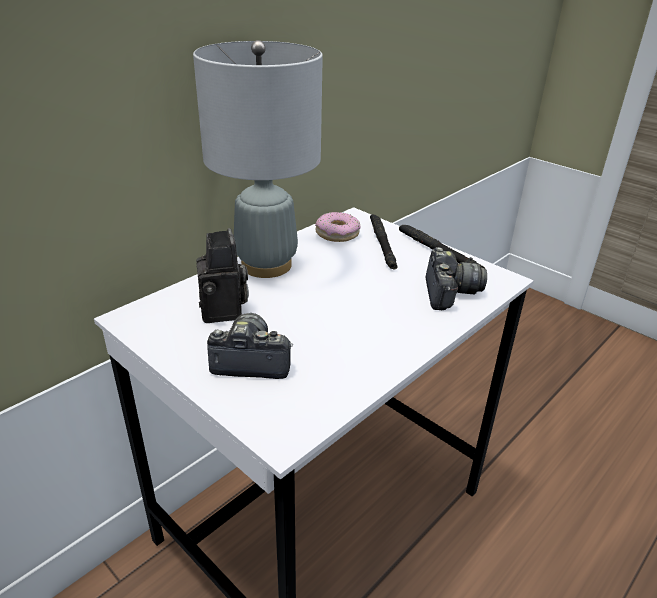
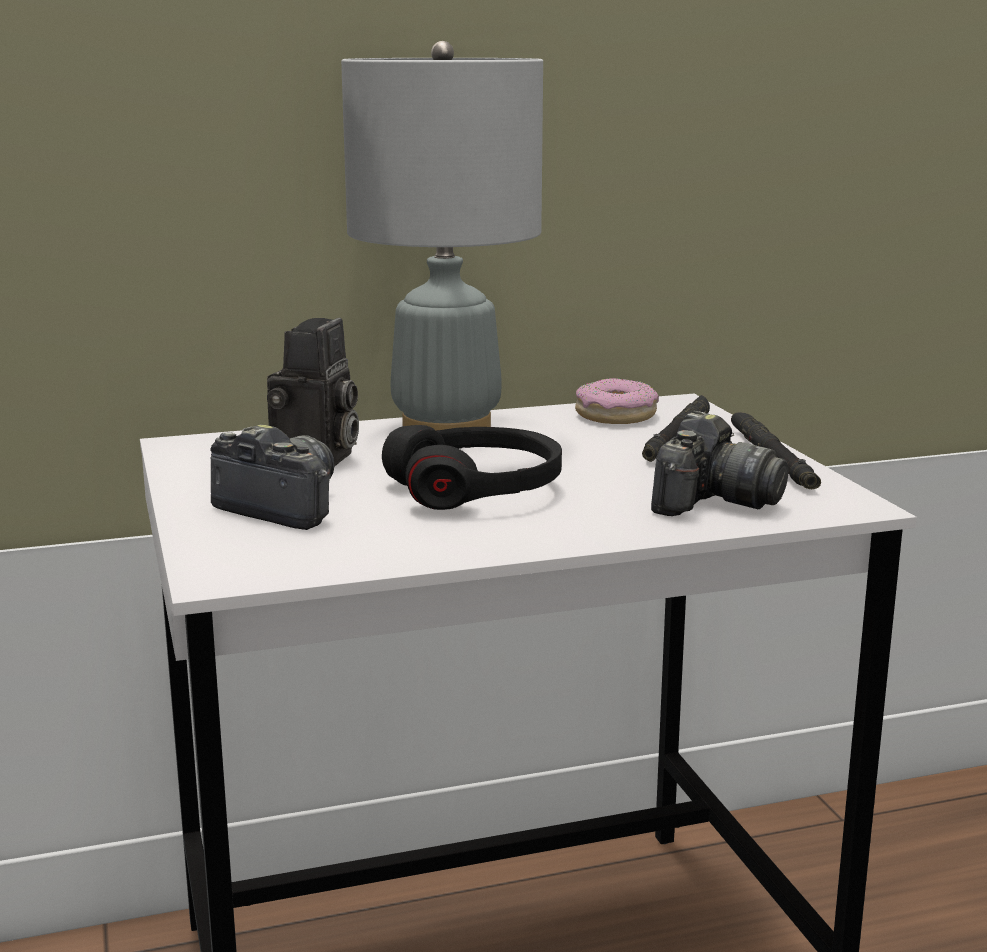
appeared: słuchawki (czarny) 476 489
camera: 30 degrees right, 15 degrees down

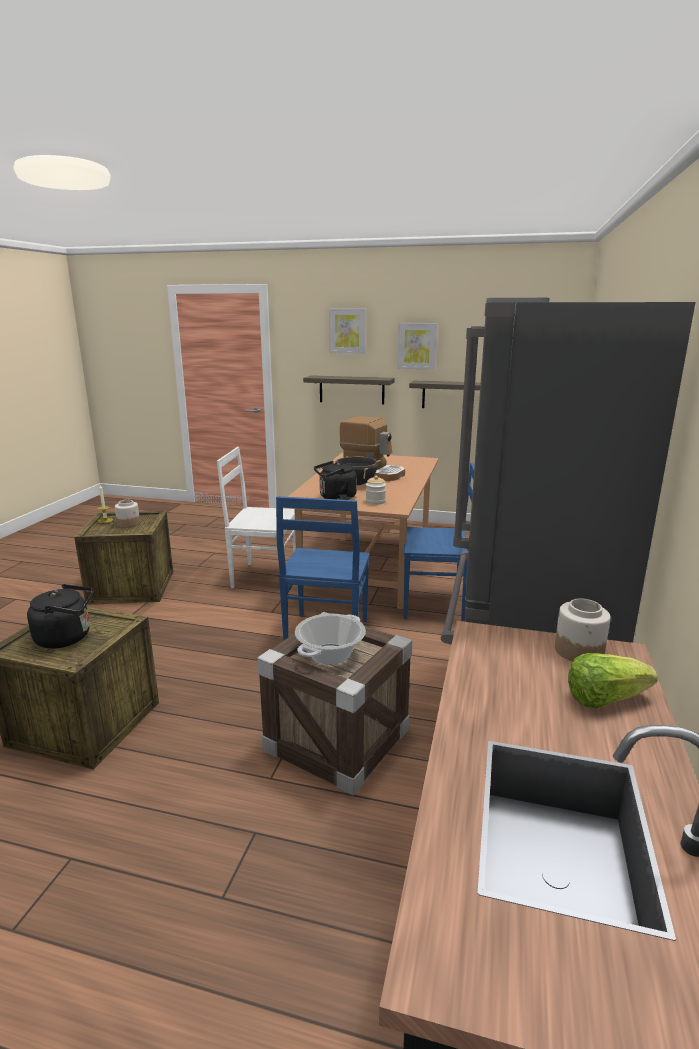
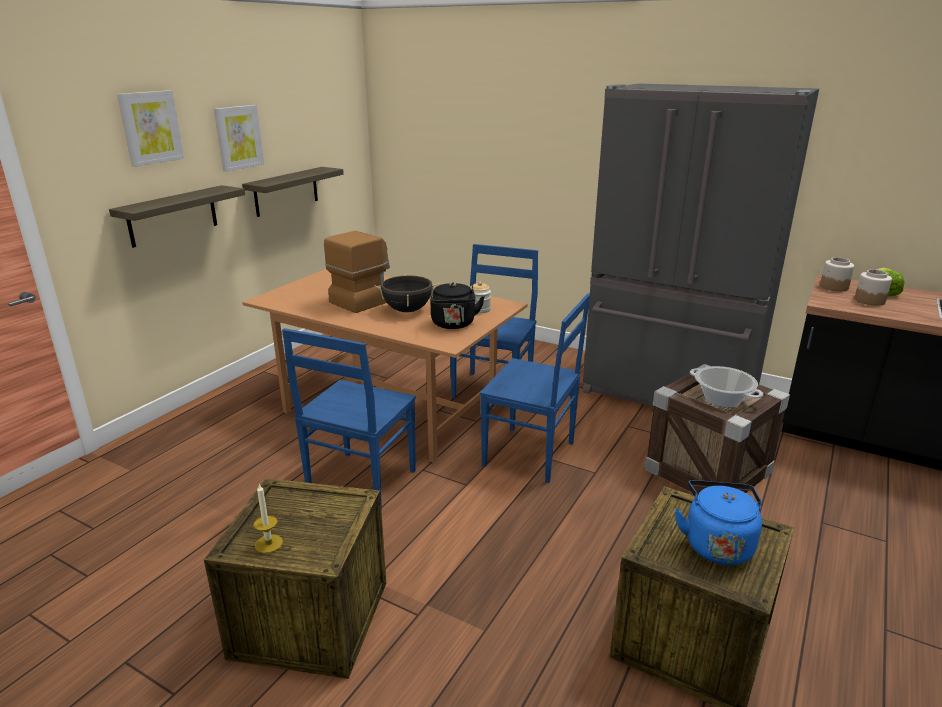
relocated: słoik 129 524 to 869 300
colour: krzesło (biały) 263 576 to krzesło (niebieski) 360 482; czajnik (czarny) 67 638 to czajnik (niebieski) 716 544
camera: 75 degrees left, 5 degrees up

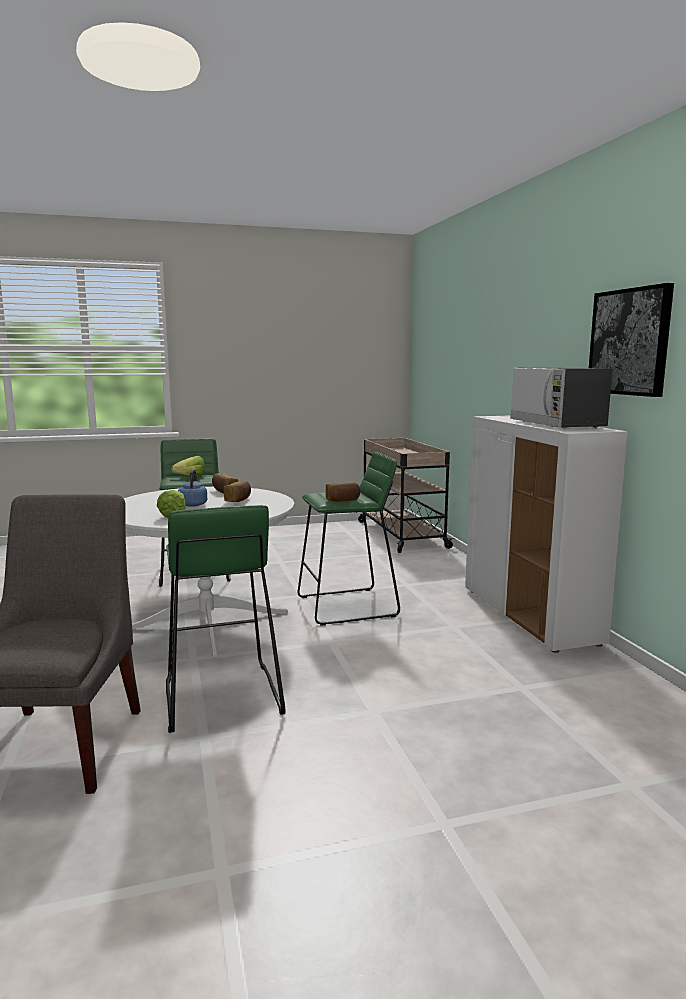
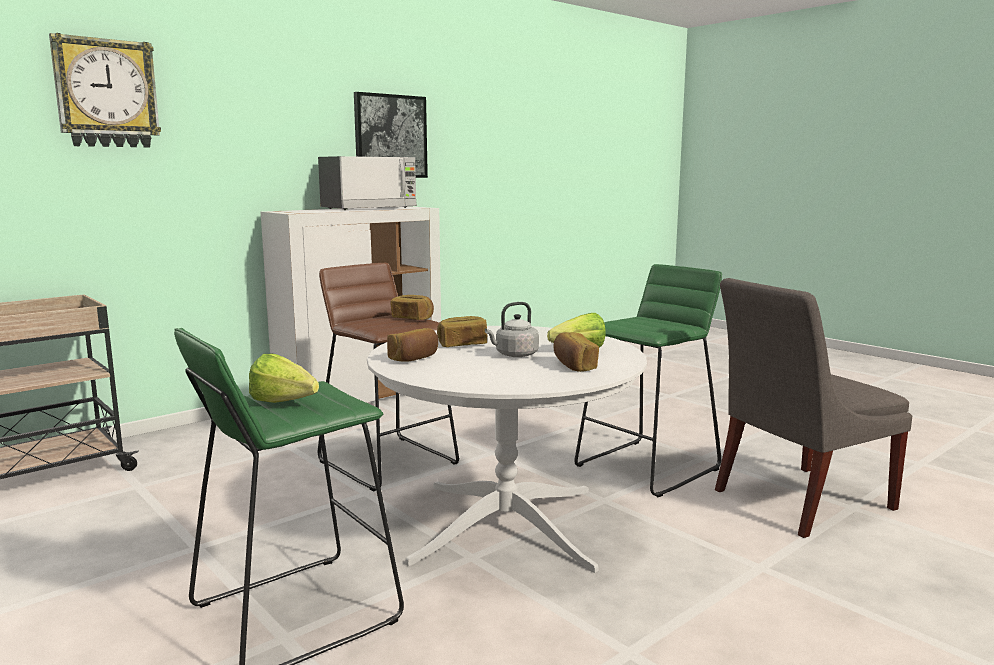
appeared: zegar ścienny 106 93; chleb 573 366
colour: stołek (zielony) 348 606 to stołek (brązowy) 389 462; czajnik (niebieski) 193 504 to czajnik (szary) 514 355
camera: 115 degrees left, 0 degrees up

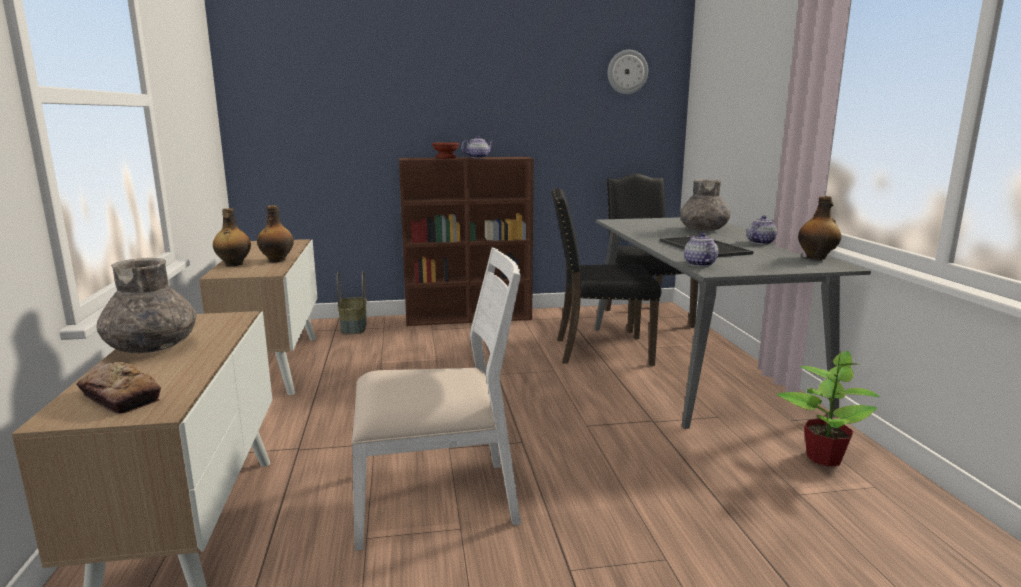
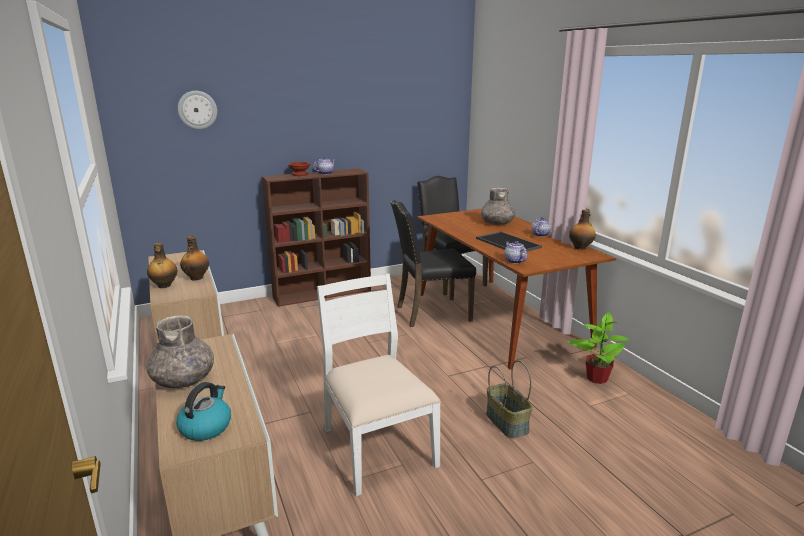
relocated: zegar ścienny 627 72 to 197 110; koszyk 354 327 to 507 422
exchanged: chleb 120 397 to czajnik 206 427
colour: stół jadalny (szary) 695 365 to stół jadalny (brązowy) 498 318
spun: krzesło (biały) 436 500 = 376 447 90 degrees counterclockwise
camera: 15 degrees left, 5 degrees up

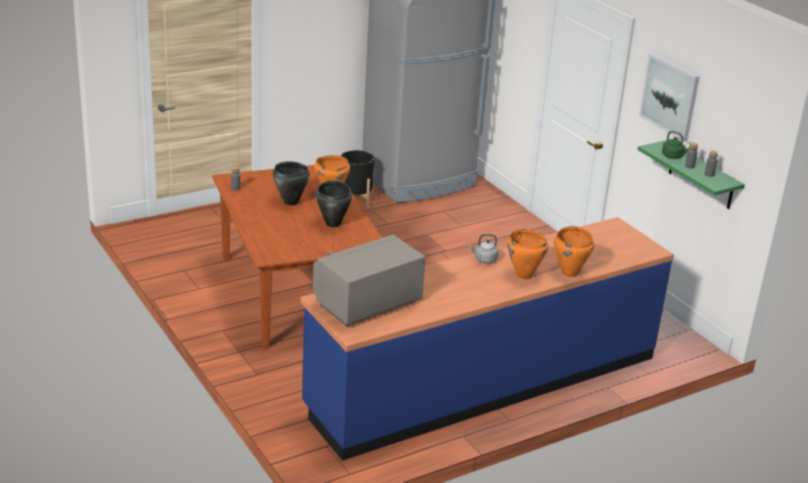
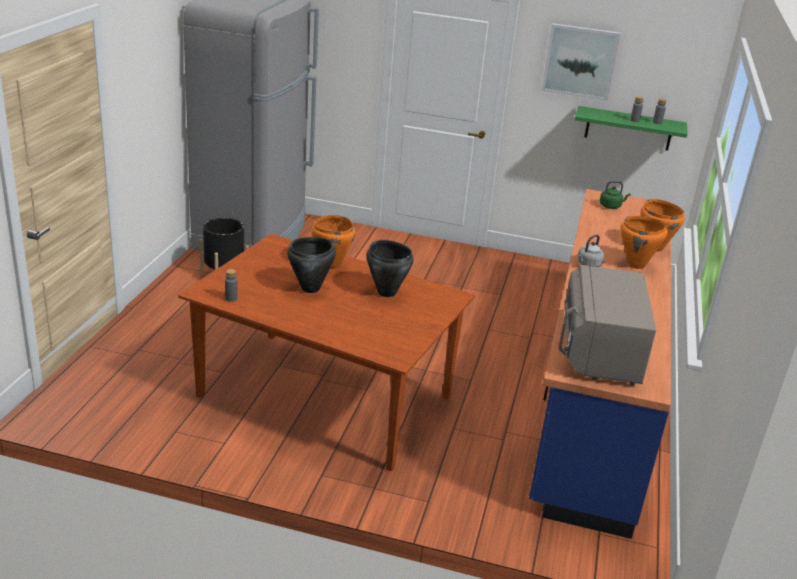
relocated: czajnik (zielony) 673 156 to 611 206
camera: 45 degrees left, 0 degrees up

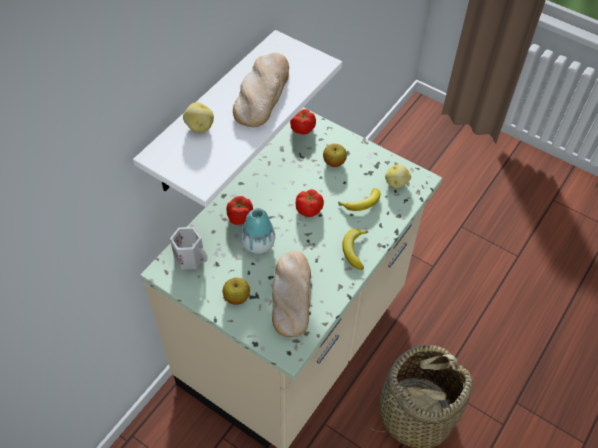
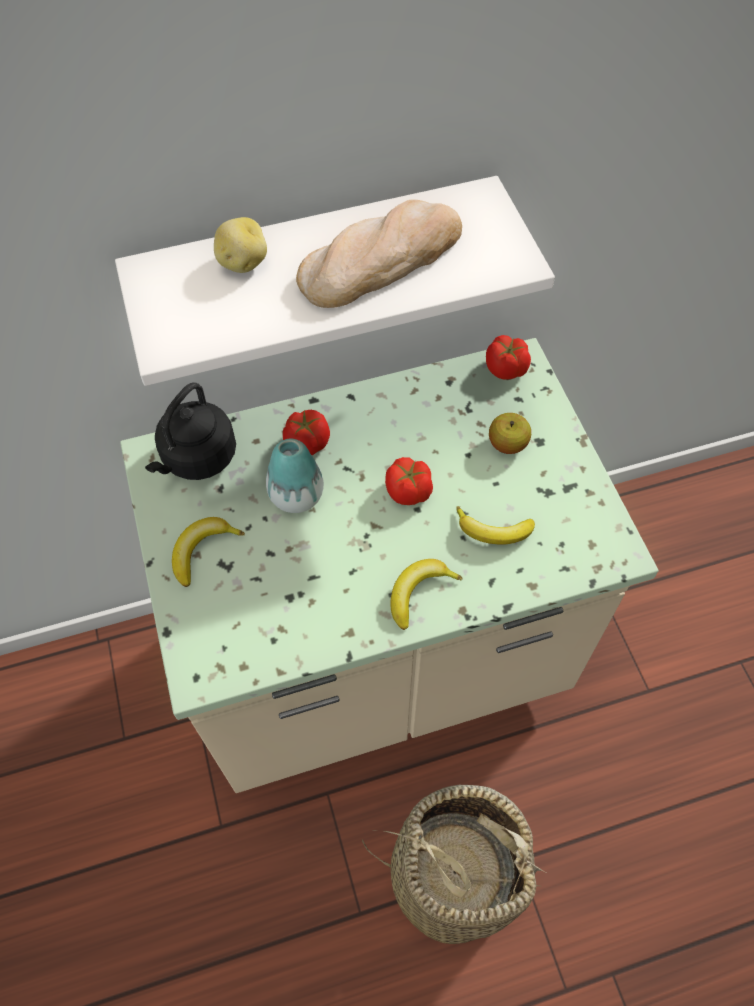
missing: ziemniak 396 183; chleb 291 294
exchanged: kubek (biały) 191 258 to czajnik (czarny) 197 458; jabłko 237 297 to banan 202 551
camera: 40 degrees right, 5 degrees up

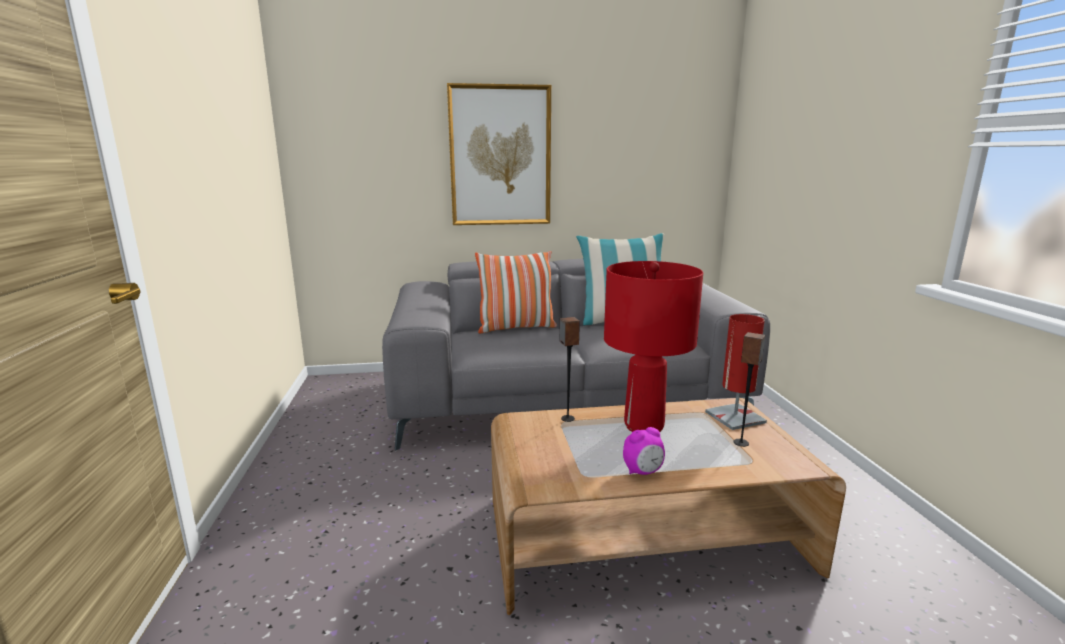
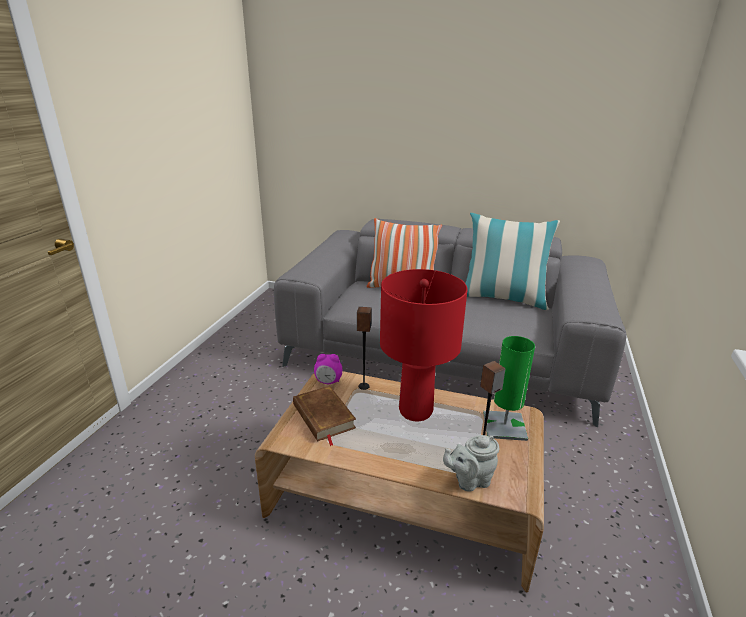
missing: obraz 500 156
appeared: książka (brązowy) 323 417; imbryk (szary) 469 480
relocated: budzik 643 472 to 328 382
colour: lampa stołowa (czerwony) 735 417 to lampa stołowa (zielony) 504 426
camera: 25 degrees right, 10 degrees up

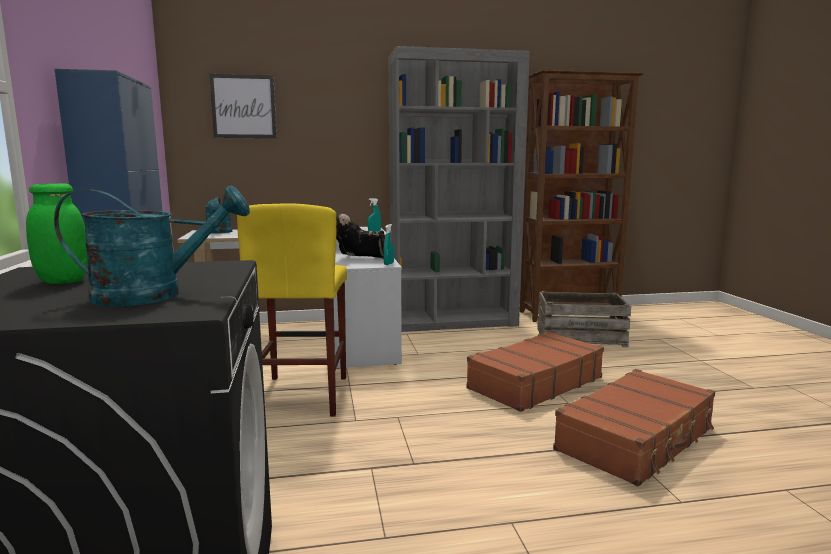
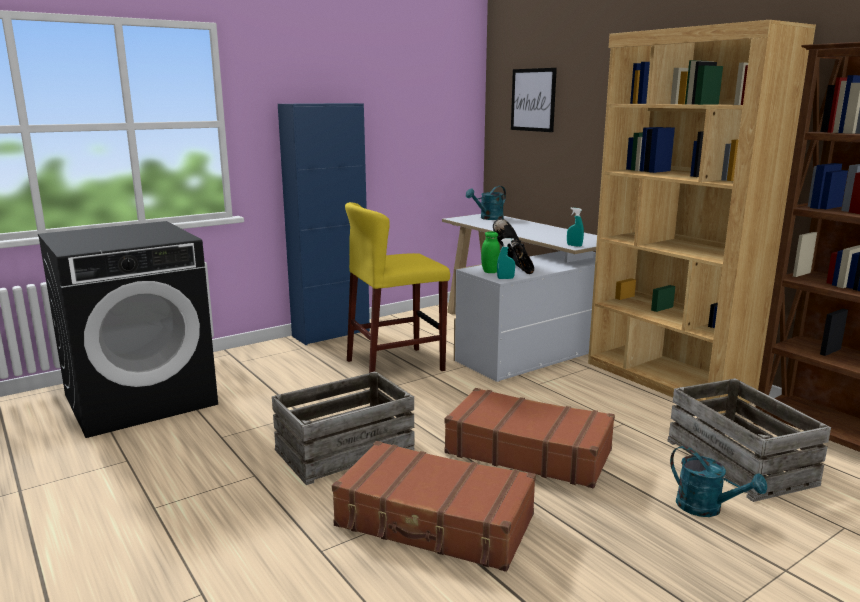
appeared: skrzynka 345 451
relocated: słoik (zielony) 62 281 to 490 271; konewka (turkusowy) 154 295 to 707 508
colour: regał (szary) 453 321 to regał (brązowy) 668 380
camera: 65 degrees right, 5 degrees up

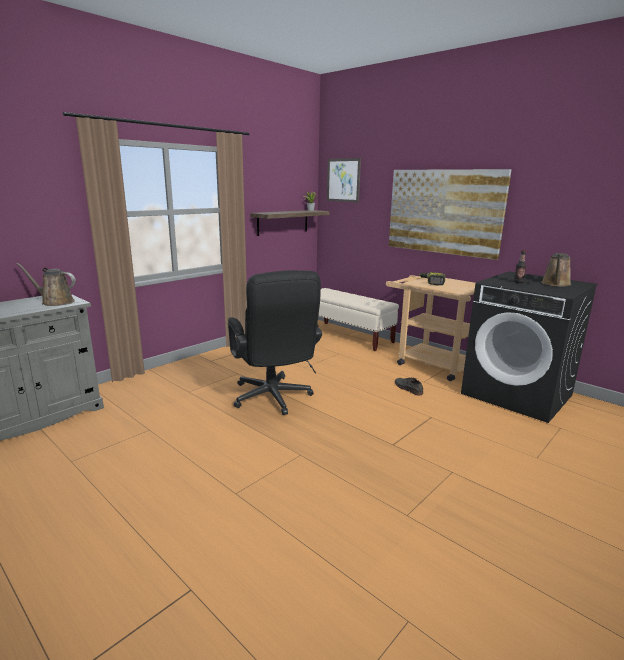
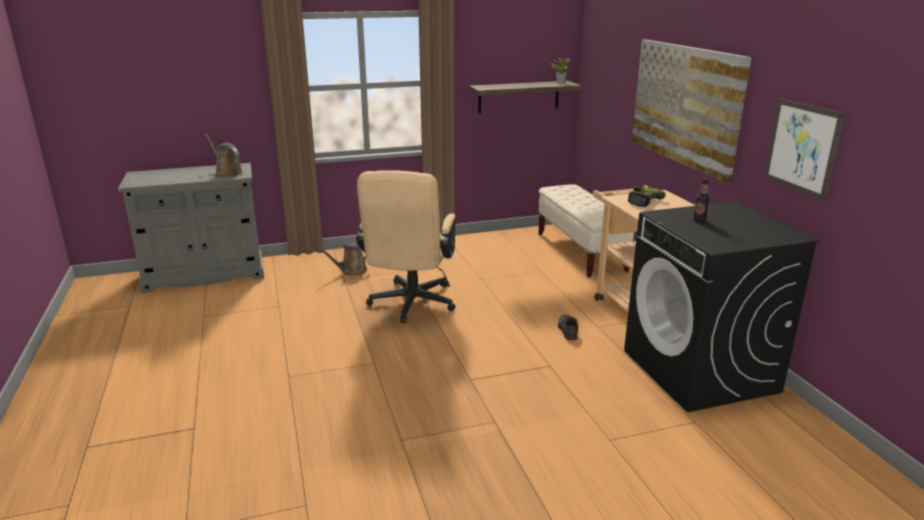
relocated: obraz 343 180 to 802 147; konewka (brązowy) 555 284 to 351 271
colour: krzesło biurowe (czarny) 273 399 to krzesło biurowe (beżowy) 410 305
camera: 30 degrees right, 5 degrees up

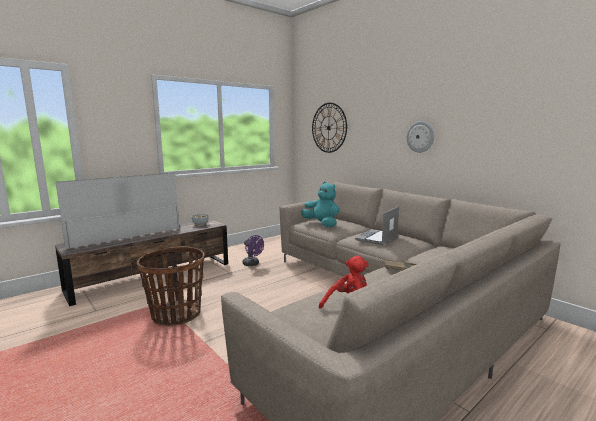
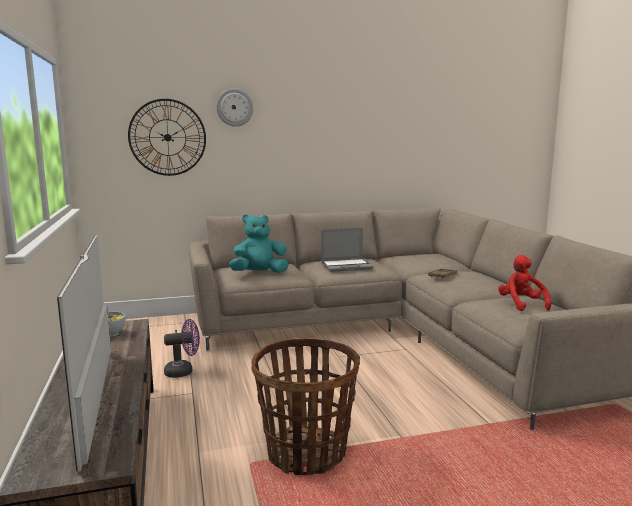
relocated: zegar ścienny 420 137 to 234 107
spun: laptop 377 238 = 346 266 75 degrees counterclockwise
camera: 65 degrees left, 0 degrees up

